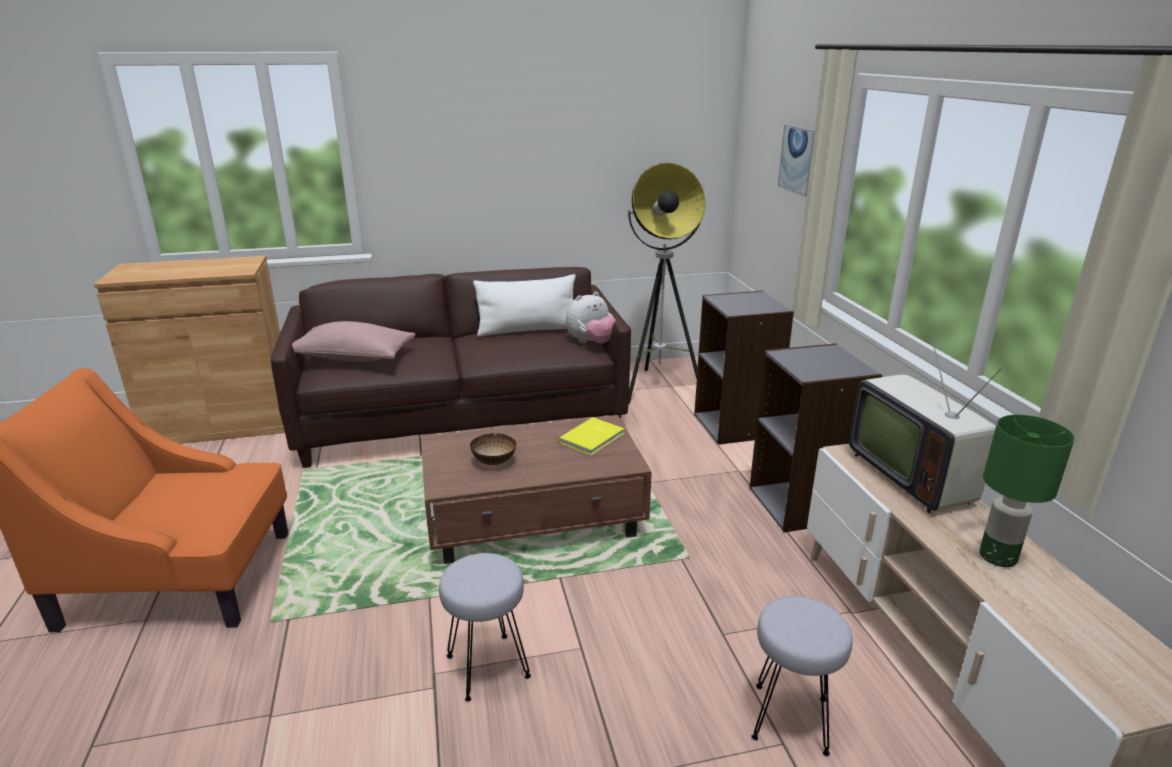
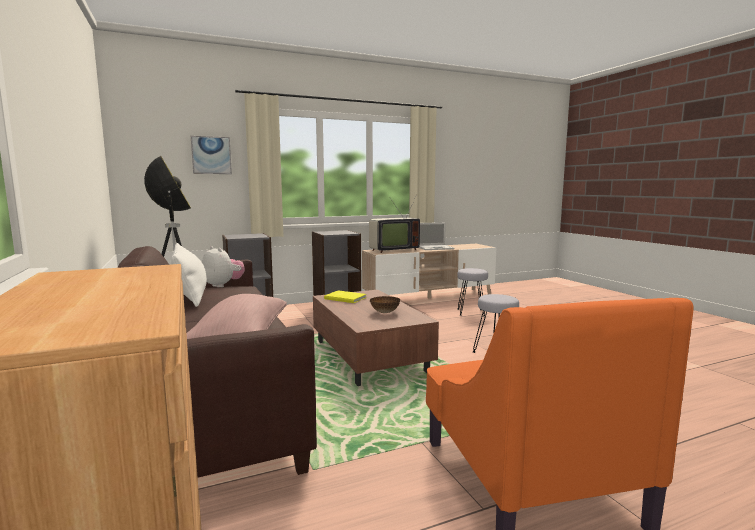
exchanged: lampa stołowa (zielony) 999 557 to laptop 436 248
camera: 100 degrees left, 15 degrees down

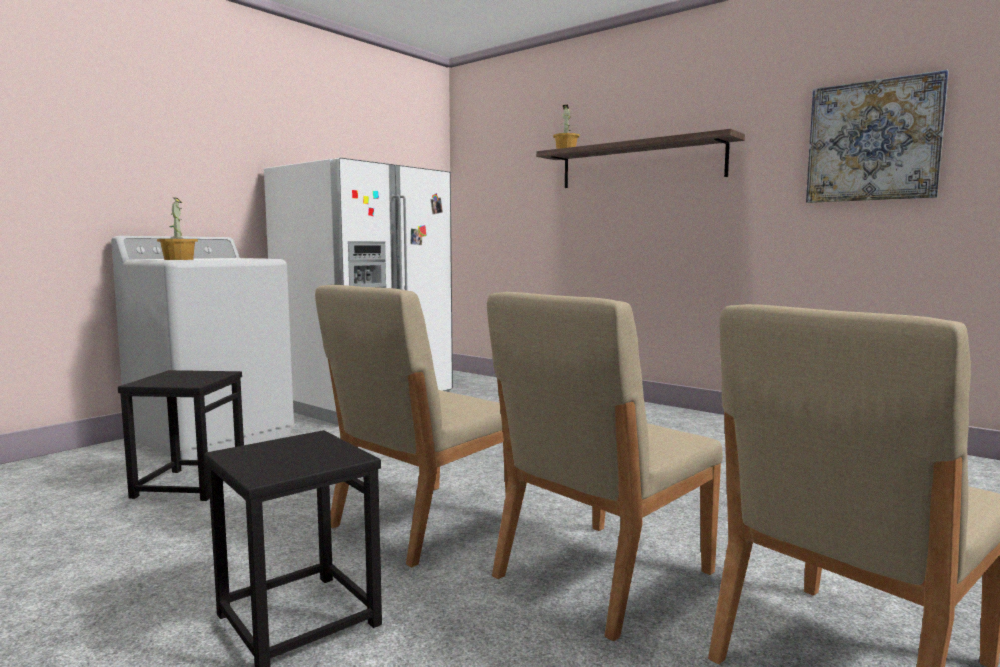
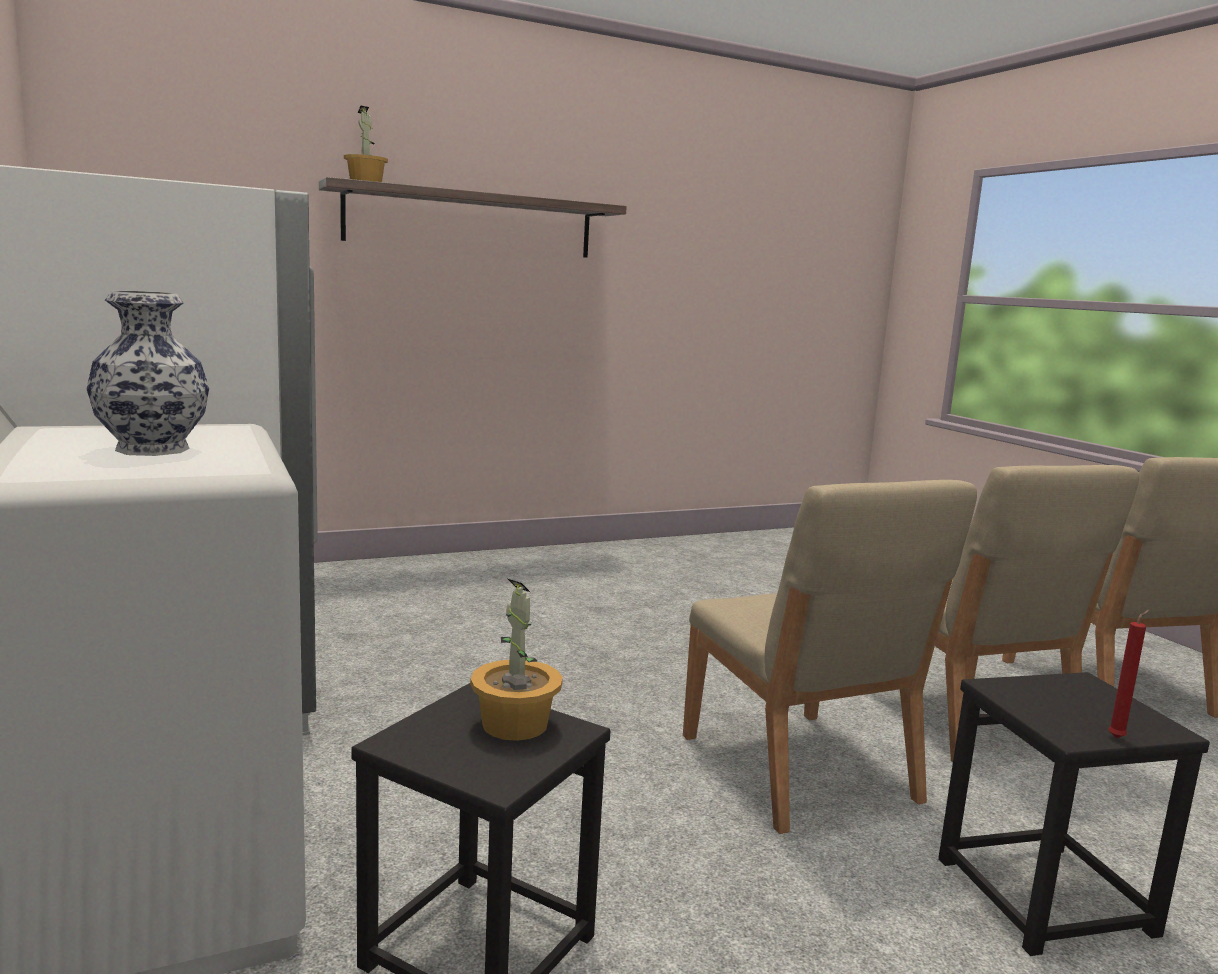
missing: obraz 873 141
appeared: wazon 151 449; świeca (czerwony) 1118 737
relocated: roślina doniczkowa 178 259 to 514 725
camera: 65 degrees left, 5 degrees up

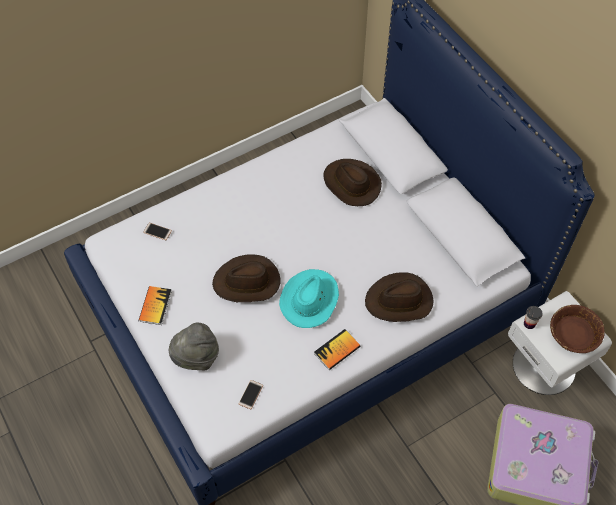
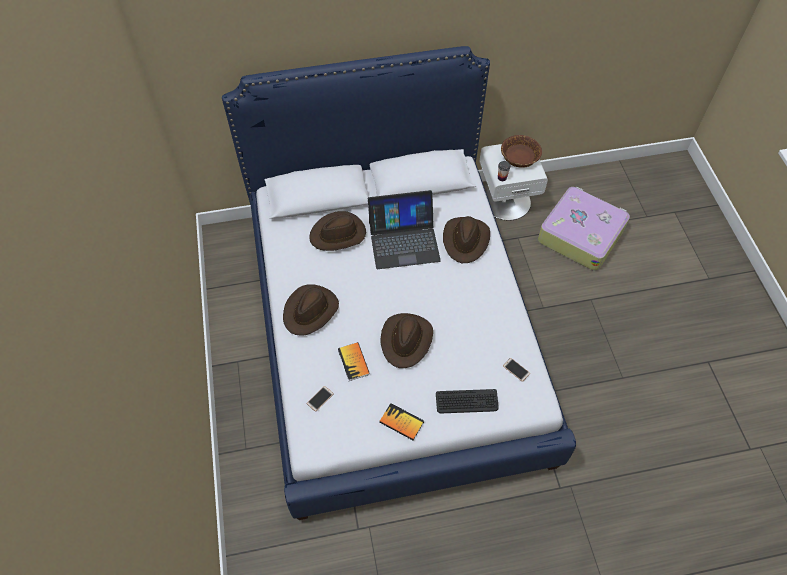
missing: kapelusz (turkusowy) 309 299
appeared: laptop 404 241; kapelusz (brązowy) 310 311
relocated: książka 337 350 to 353 362
exchanged: kapelusz (szary) 196 357 to klawiatura 466 401
camera: 70 degrees left, 0 degrees up

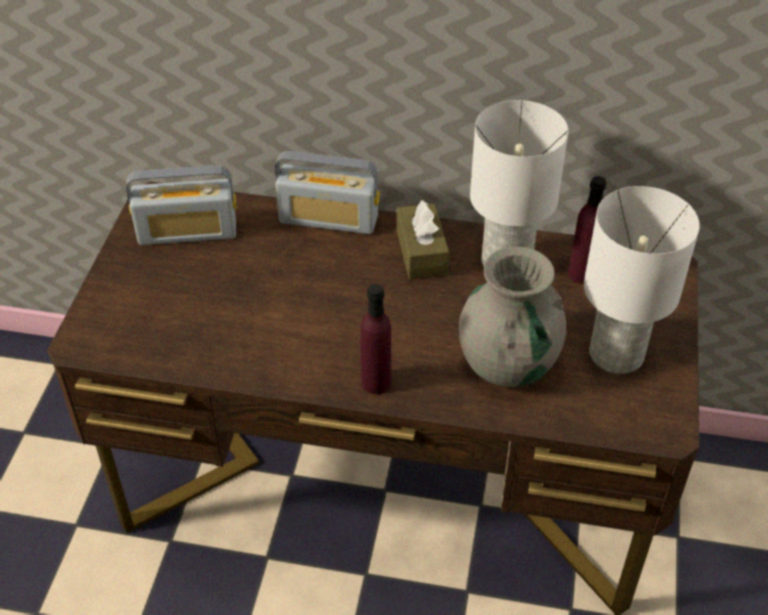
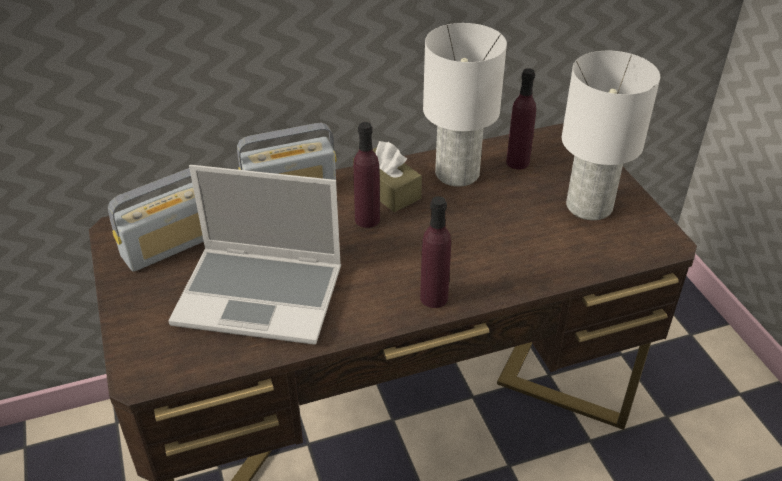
missing: wazon (szary) 508 363
appeared: butelka (fioletowy) 367 219; laptop 262 295
camera: 30 degrees left, 5 degrees down

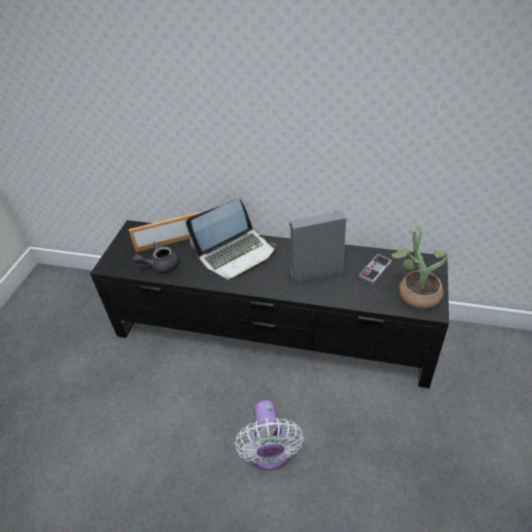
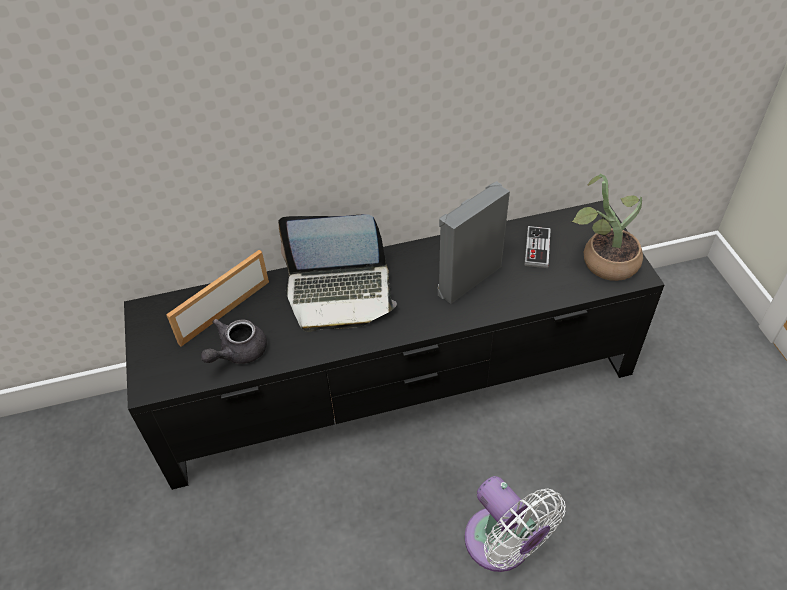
spun: laptop 236 254 = 339 293 60 degrees clockwise
camera: 30 degrees left, 5 degrees up

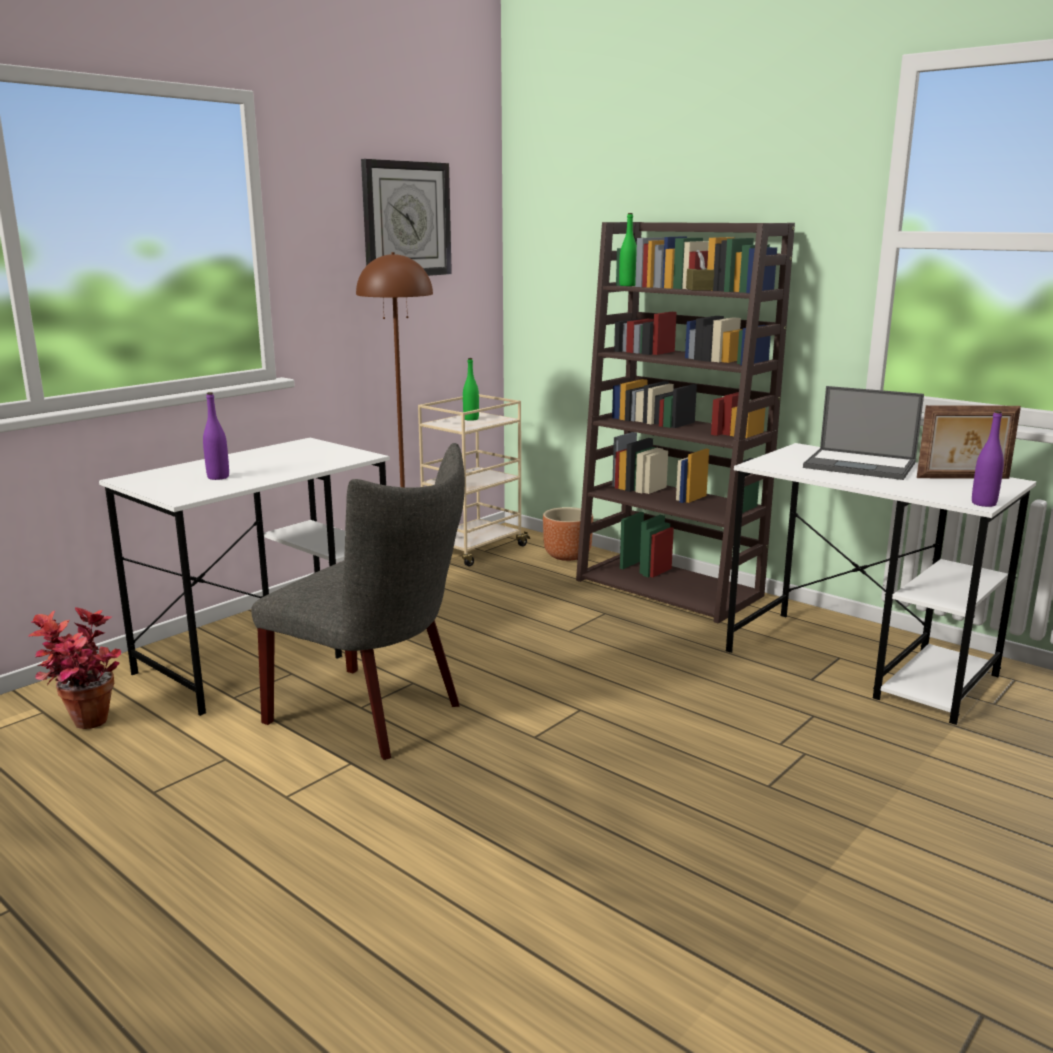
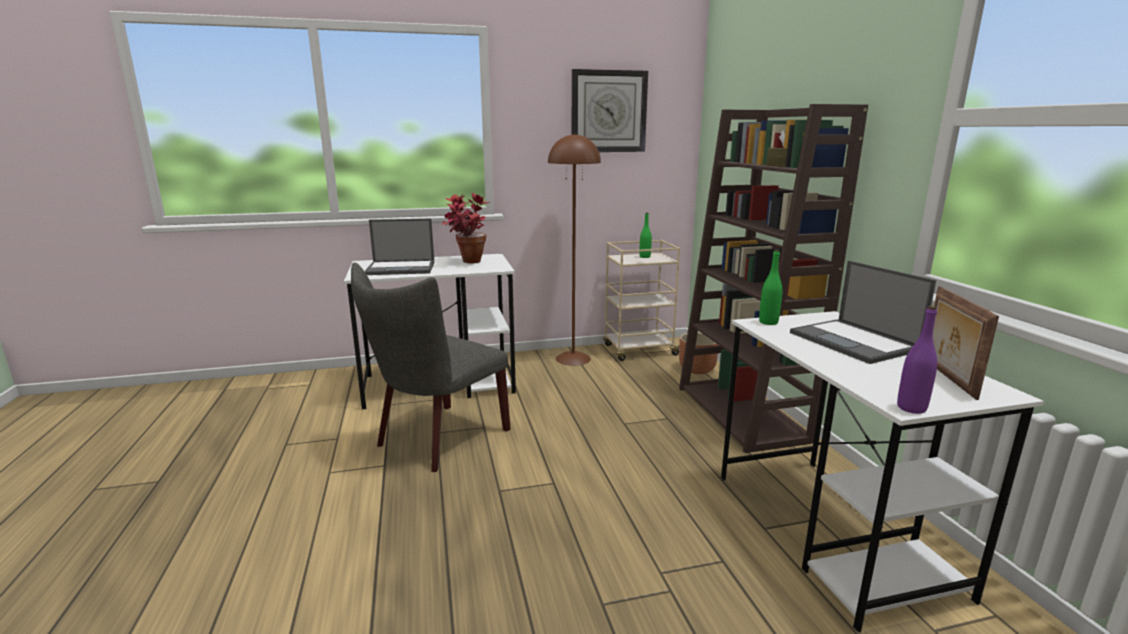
relocated: butelka (zielony) 627 285 to 768 322; roślina doniczkowa 86 728 to 467 263
exchanged: butelka (fioletowy) 218 477 to laptop 402 268
spun: ramka na zdjęcie 963 478 = 946 377 60 degrees clockwise; krzesło (szary) 375 714 = 437 440 60 degrees clockwise
camera: 35 degrees right, 0 degrees up

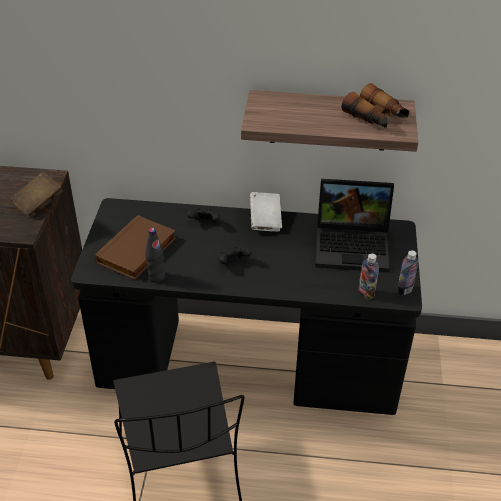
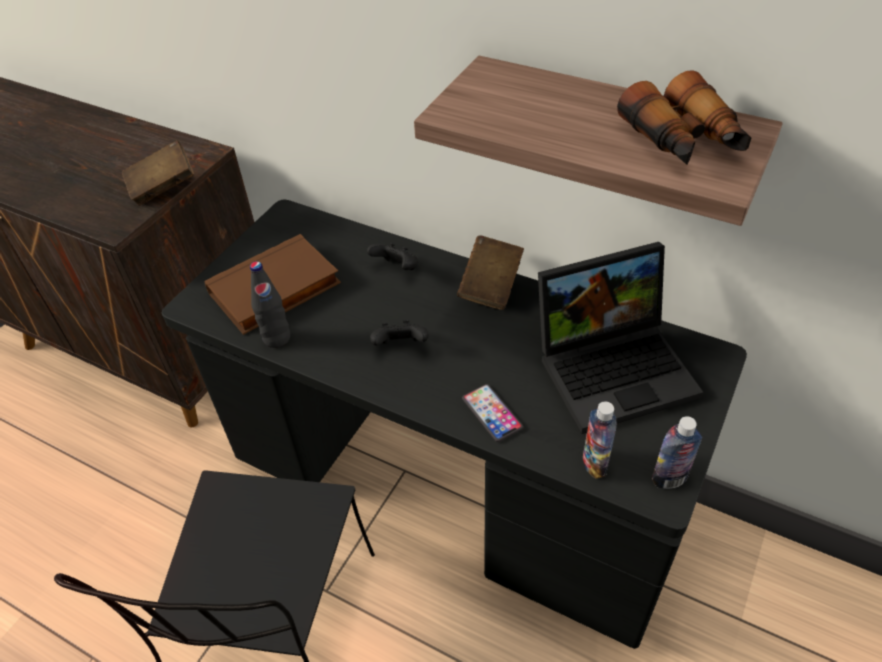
appeared: telefon 492 413
colour: książka (biały) 265 220 to książka (brązowy) 491 286
spun: laptop 353 245 = 615 366 45 degrees counterclockwise
camera: 25 degrees right, 5 degrees up

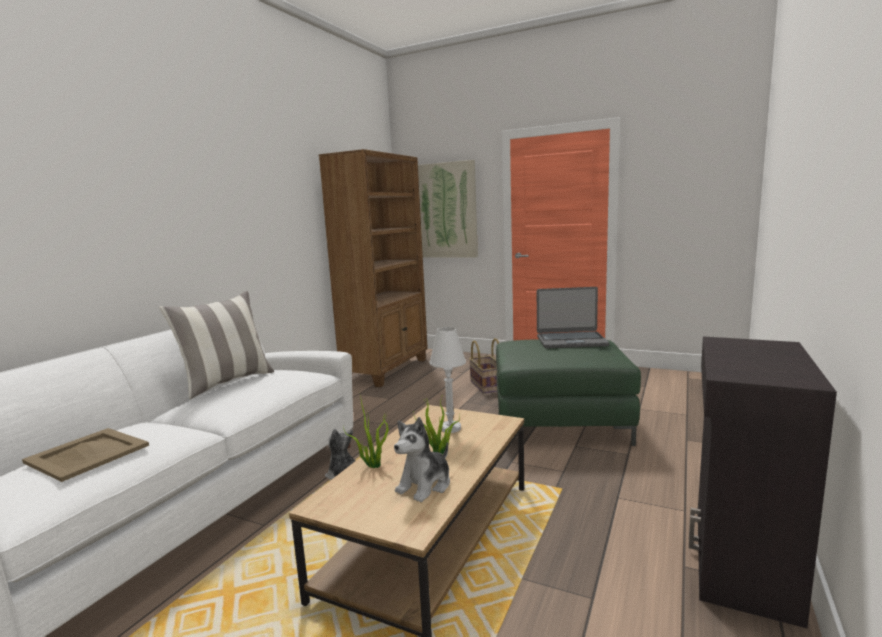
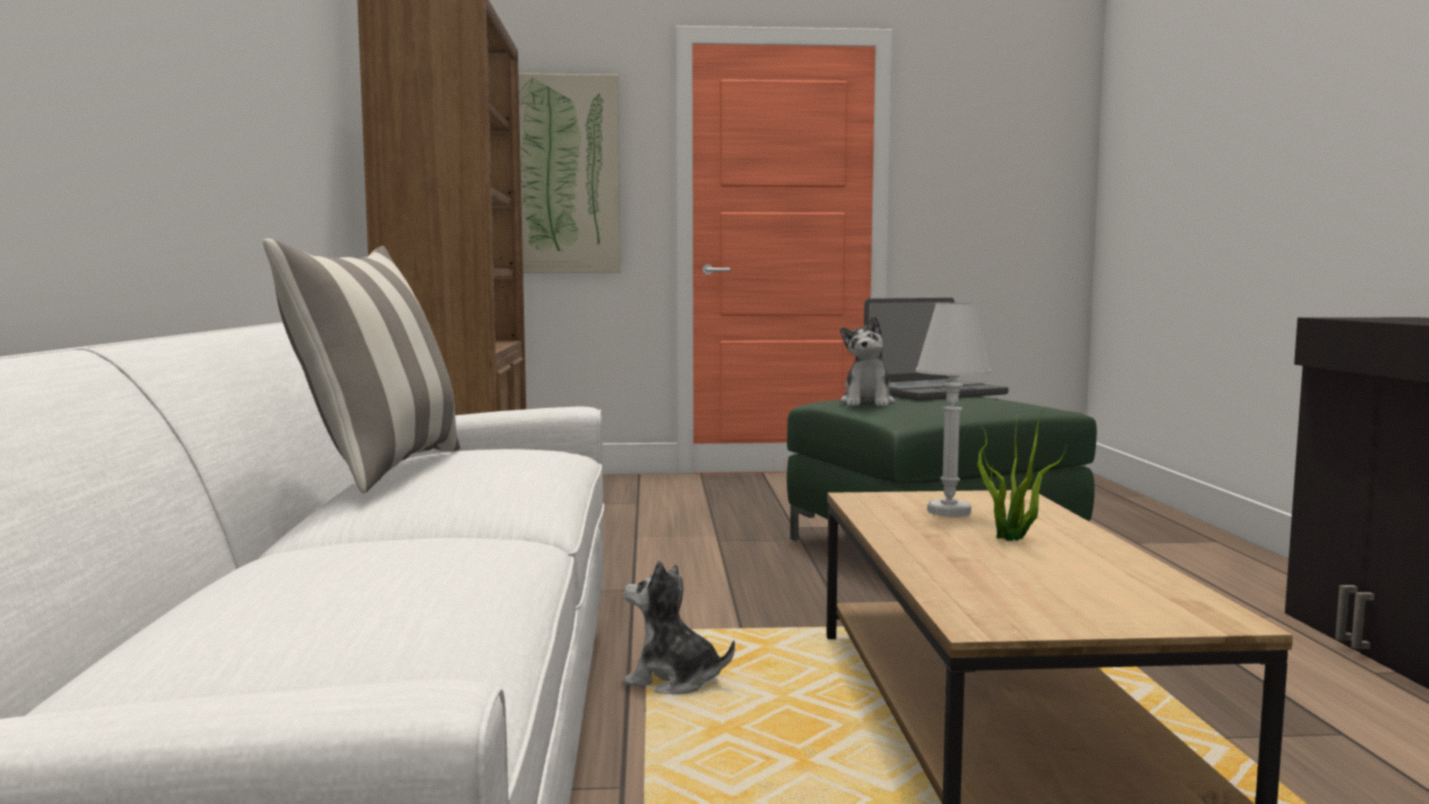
missing: koszyk 486 385; roślina doniczkowa 372 465; taca (beżowy) 88 453
relocated: pluszak 425 485 to 867 403
camera: 30 degrees left, 5 degrees down

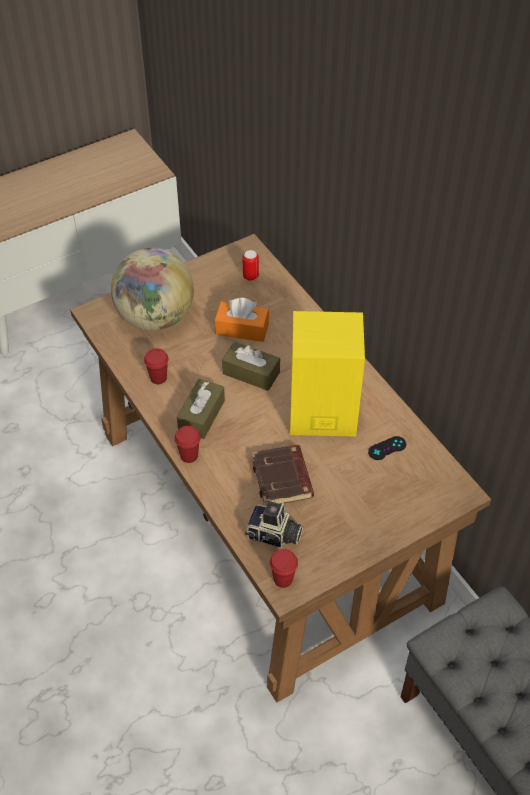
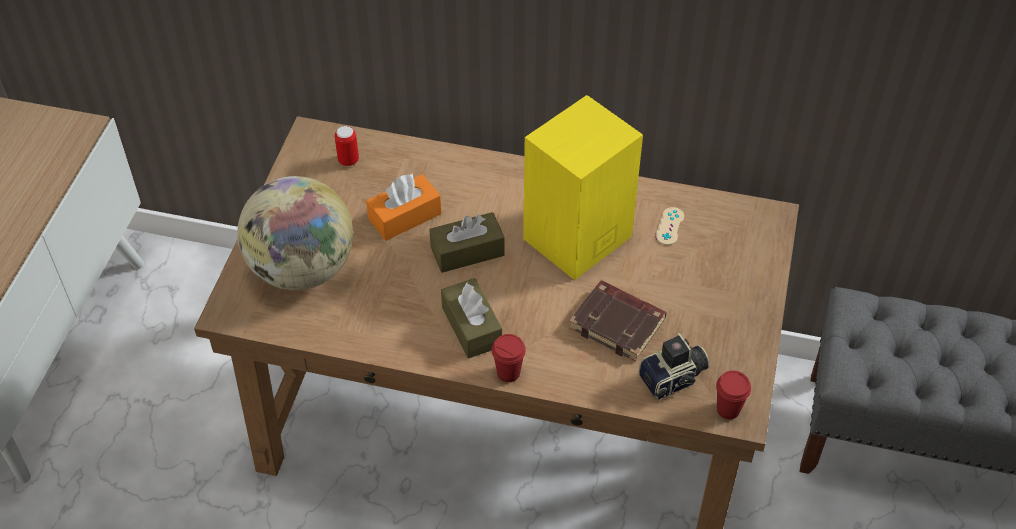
missing: filiżanka (czerwony) 158 378
colour: pad do gier (czarny) 387 448 to pad do gier (beżowy) 669 226
camera: 45 degrees left, 0 degrees up

